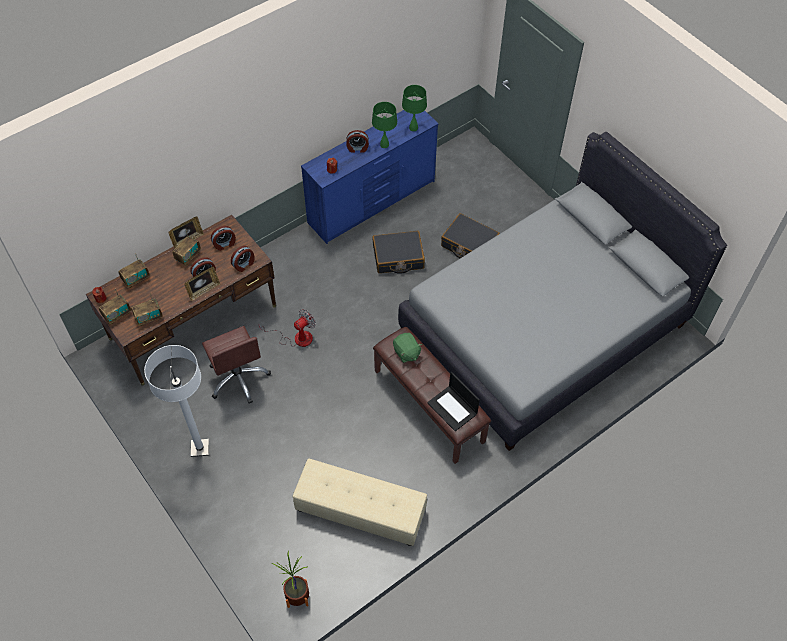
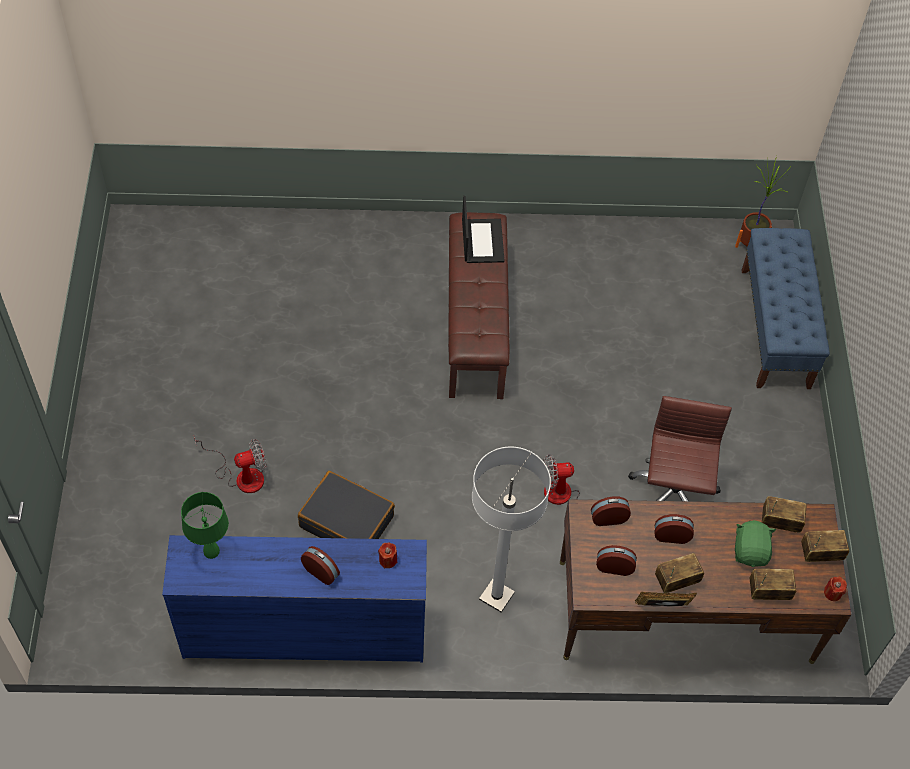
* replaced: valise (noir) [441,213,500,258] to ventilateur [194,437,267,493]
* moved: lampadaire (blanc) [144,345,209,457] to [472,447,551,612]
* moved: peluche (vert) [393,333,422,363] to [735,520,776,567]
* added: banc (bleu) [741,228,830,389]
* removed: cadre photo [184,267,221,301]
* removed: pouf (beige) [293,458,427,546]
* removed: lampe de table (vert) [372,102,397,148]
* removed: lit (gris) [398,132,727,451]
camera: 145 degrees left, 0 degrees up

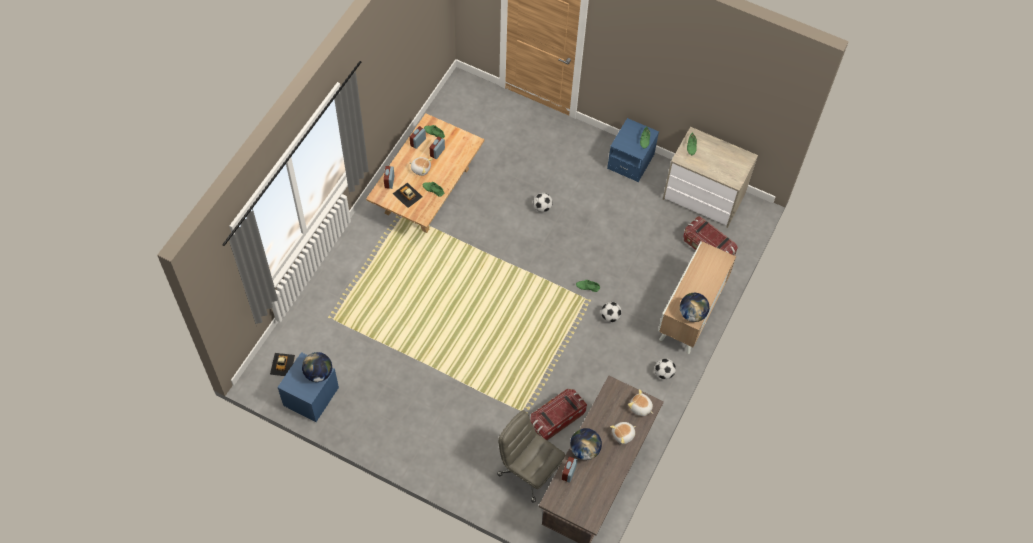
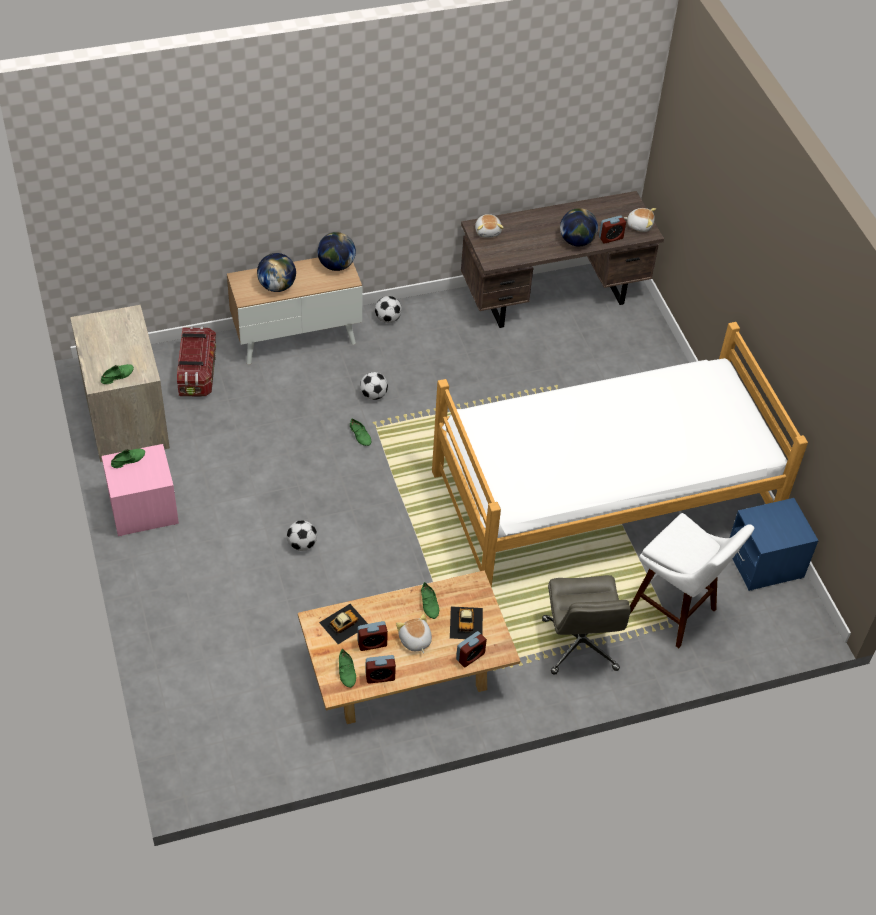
* recoloured: table de chevet (bleu) [607,118,659,182] to table de chevet (rose) [102,444,179,536]
* moved: globe [302,352,332,382] to [257,253,296,292]
* moved: petite voiture [270,353,295,376] to [319,604,368,644]
* added: lit [432,322,808,588]
* moved: chaise de bureau (gris) [497,410,566,503] to [542,575,631,675]
* moved: peluche [610,422,636,444] to [624,208,656,232]
* added: tabouret (blanc) [630,513,754,648]
* removed: boîte de rangement [530,389,587,440]
camera: 135 degrees left, 10 degrees down

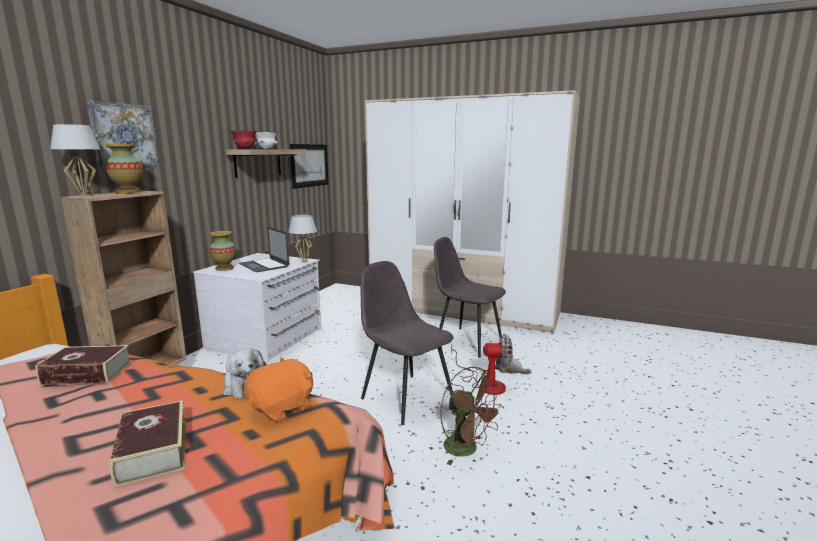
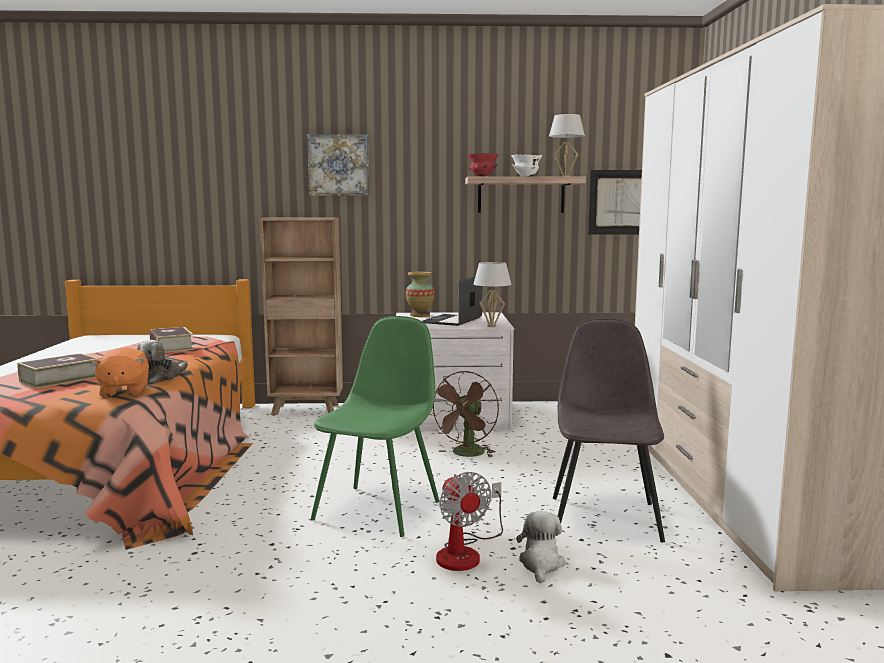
* turned: peluche (orange) [244,357,313,422] = [91,347,149,397] 60 degrees clockwise
* recoloured: chaise (gris) [361,261,453,425] to chaise (vert) [311,316,439,537]
* moved: ventilateur (marron) [440,367,504,465] to [429,371,499,457]
* moved: lampe de table (blanc) [50,124,100,196] to [549,114,585,177]
* removed: vase [105,144,143,193]
camera: 65 degrees right, 5 degrees down

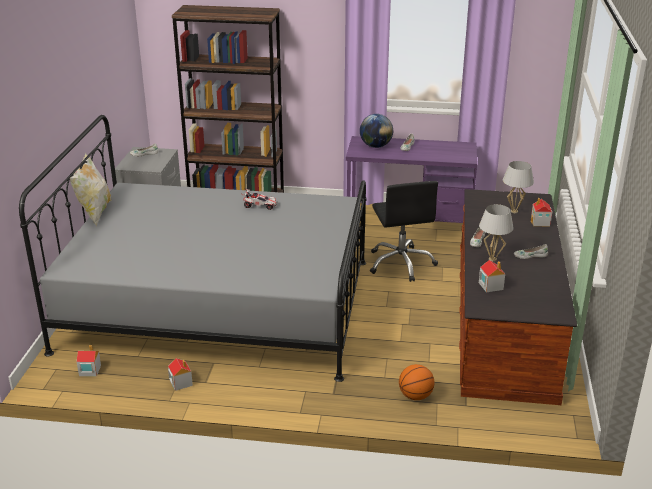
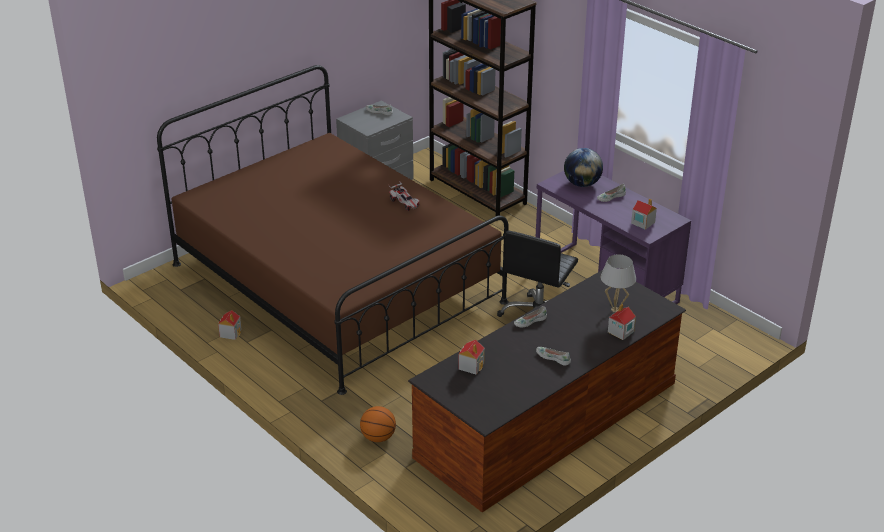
* recoloured: lit (gris) [19,115,367,382] to lit (marron) [157,65,509,395]
* moved: maison miniature [77,345,101,376] to [631,199,657,230]
* removed: coussin [70,153,111,227]
* removed: lampe de table (blanc) [479,204,514,262]
camera: 40 degrees right, 5 degrees up

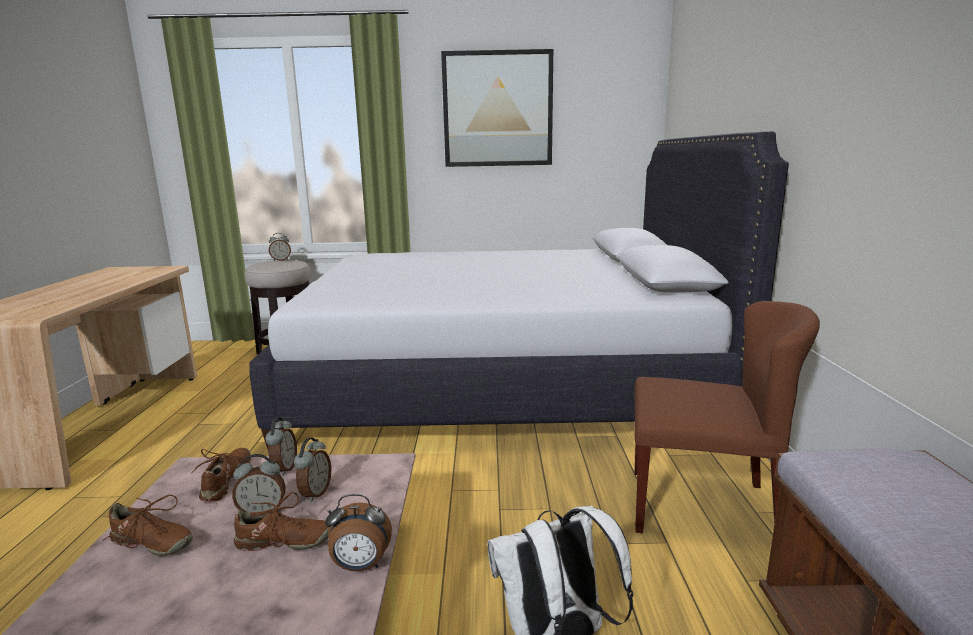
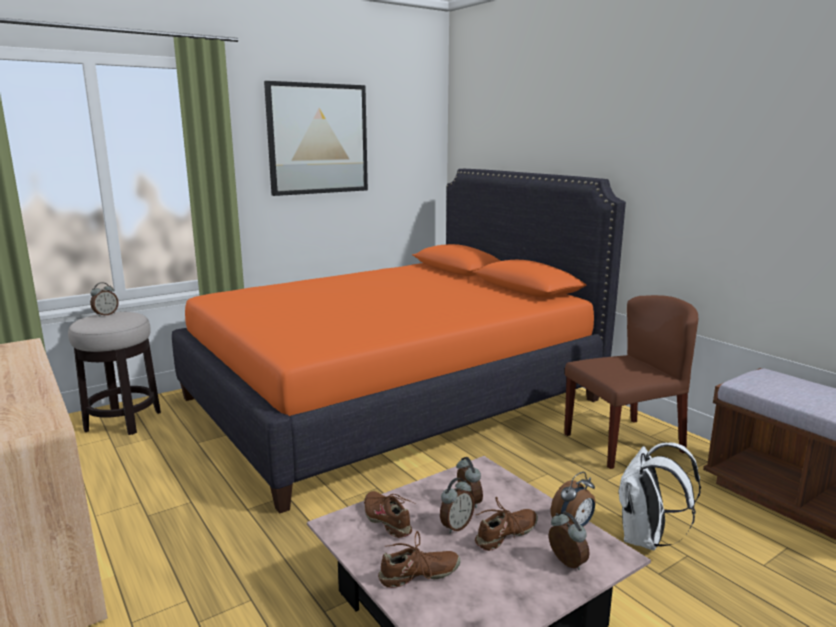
* recoloured: lit (blanc) [249,132,789,449] to lit (orange) [172,169,626,514]
* moved: réveil [265,417,297,476] to [548,512,590,570]
camera: 35 degrees left, 0 degrees up

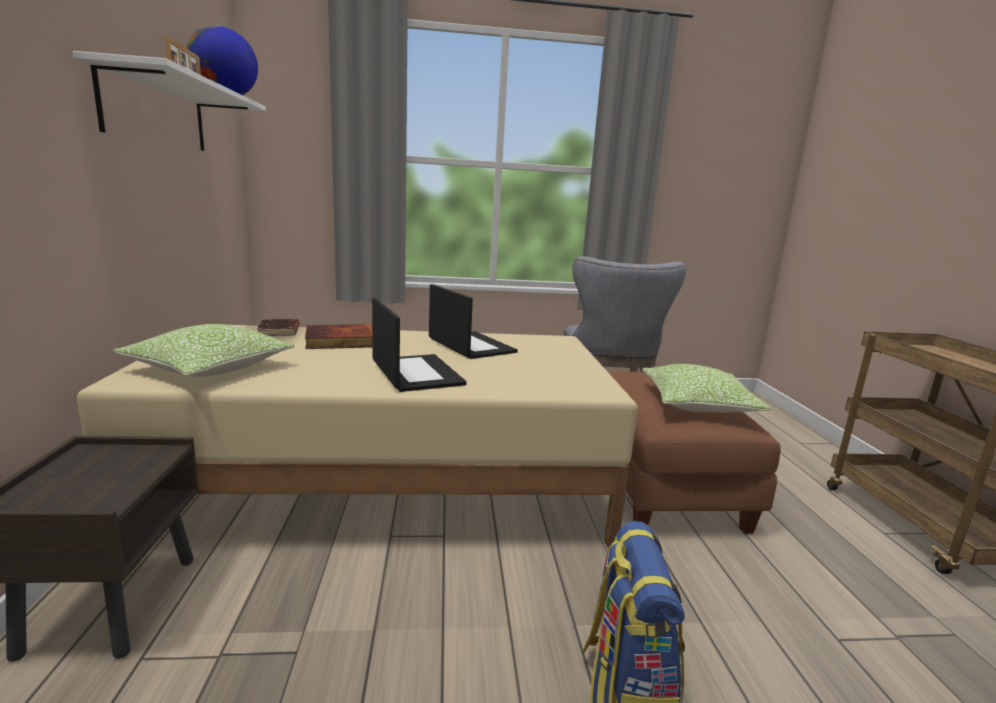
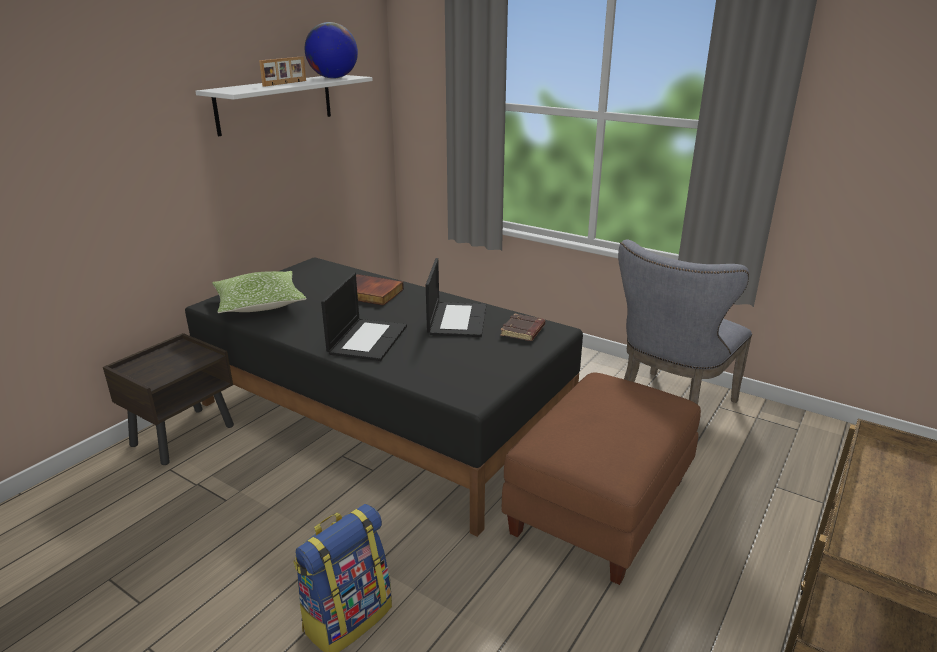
* recoloured: lit (beige) [77,325,638,548] to lit (noir) [185,257,583,537]
* moved: livre (marron) [257,319,299,336] to [500,314,545,341]
* removed: coussin [642,364,772,412]
camera: 40 degrees right, 10 degrees up

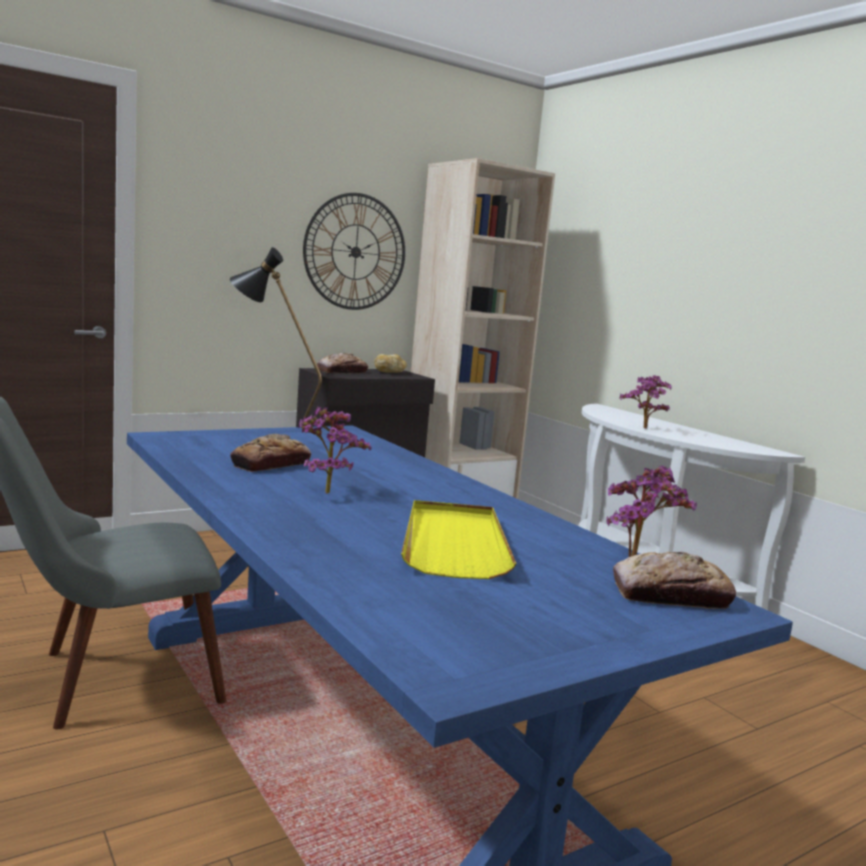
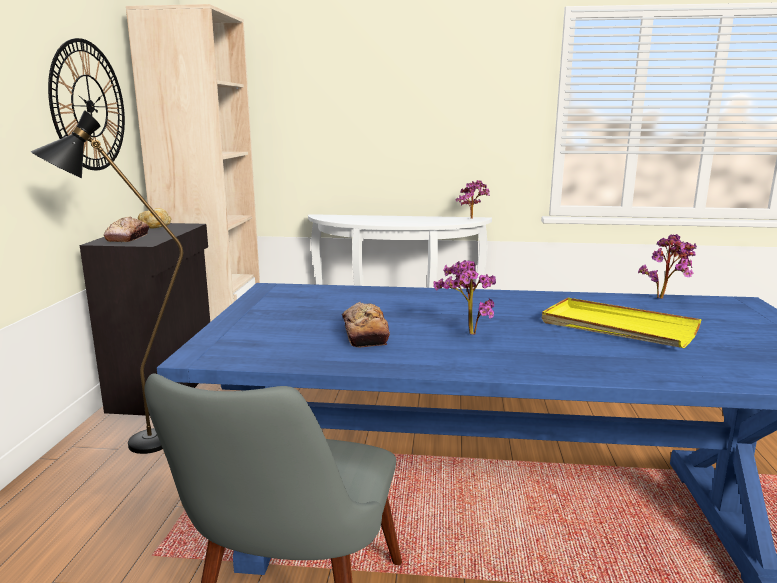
* moved: plante en pot [619,375,672,428] to [456,180,490,219]
* removed: pain [613,552,736,609]
camera: 50 degrees left, 5 degrees up

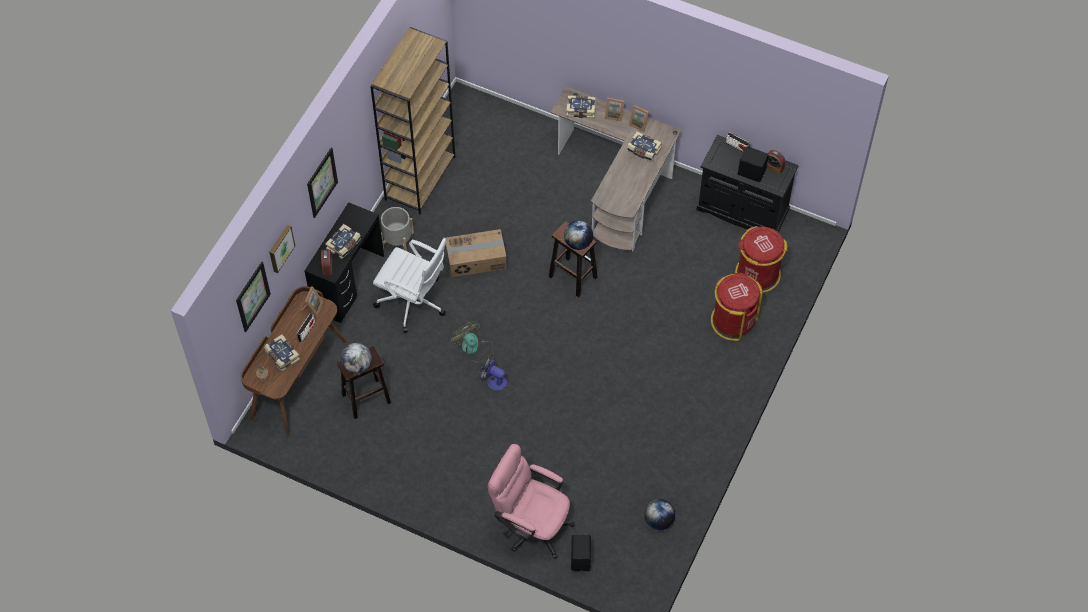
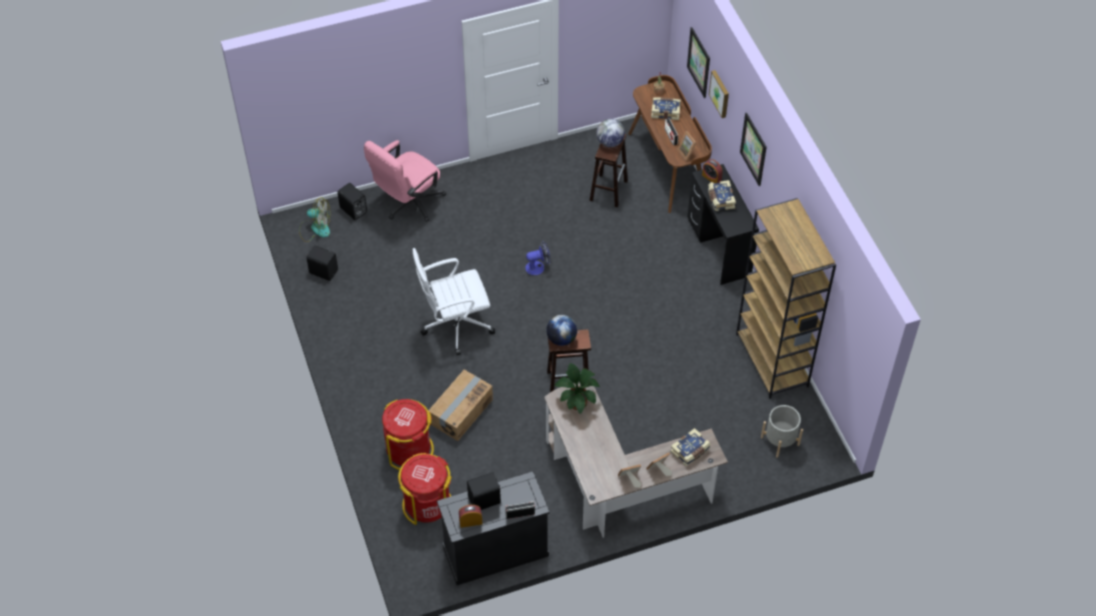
* moved: ventilateur [451,321,493,363] to [299,197,330,242]
* replaced: globe [645,499,675,530] to enceinte (noir) [306,245,338,281]
* turned: chaise de bureau (rose) [488,444,575,559] = [364,140,446,222] 150 degrees clockwise
* moved: chaise de bureau (blanc) [373,238,447,333] to [412,248,495,355]
* moved: carton [446,229,506,277] to [428,370,493,441]
* added: plante en pot [555,363,600,414]
* moved: cache-pot (gris) [381,207,414,251] to [761,405,803,458]
* removed: livre [627,131,662,162]
camera: 135 degrees right, 5 degrees down

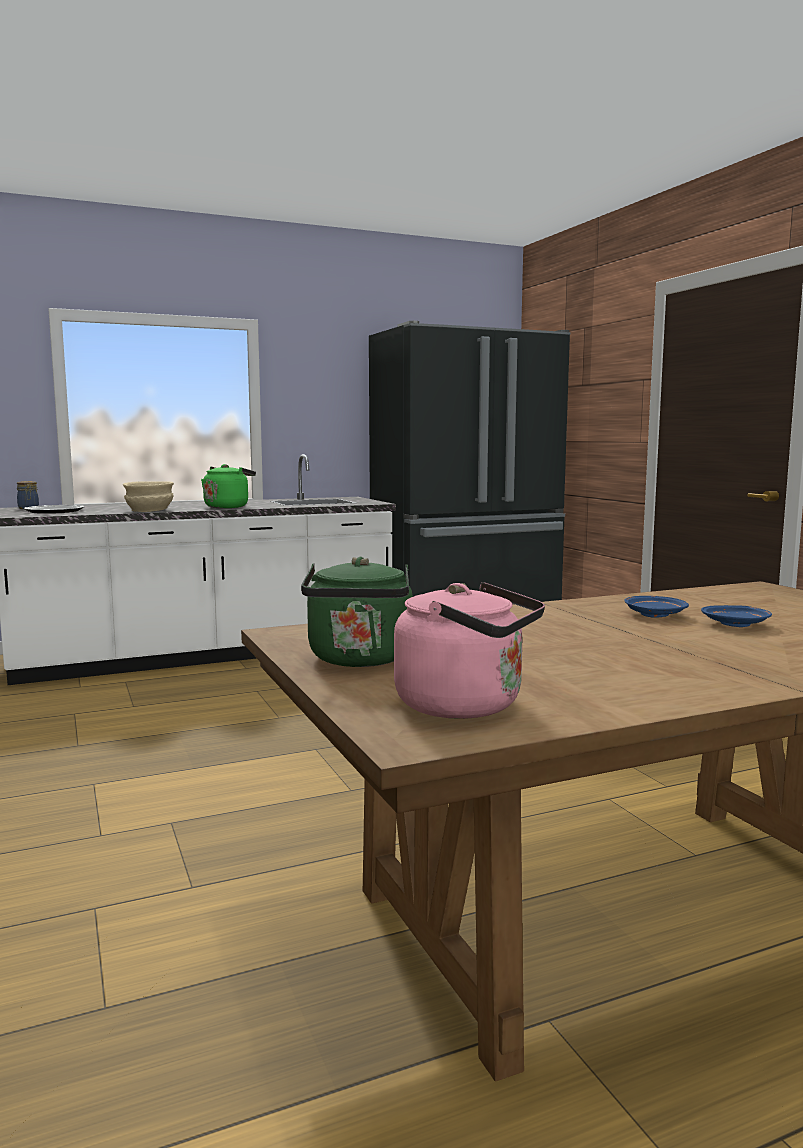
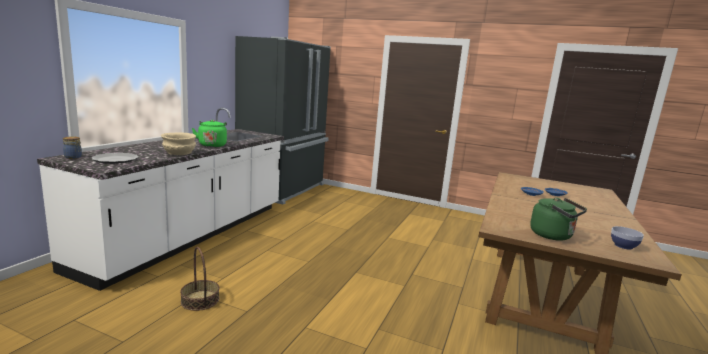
* added: panier [180,247,219,311]
* replaced: bouilloire (rose) [394,582,545,719] to bol [611,226,644,250]
camera: 45 degrees left, 5 degrees up

